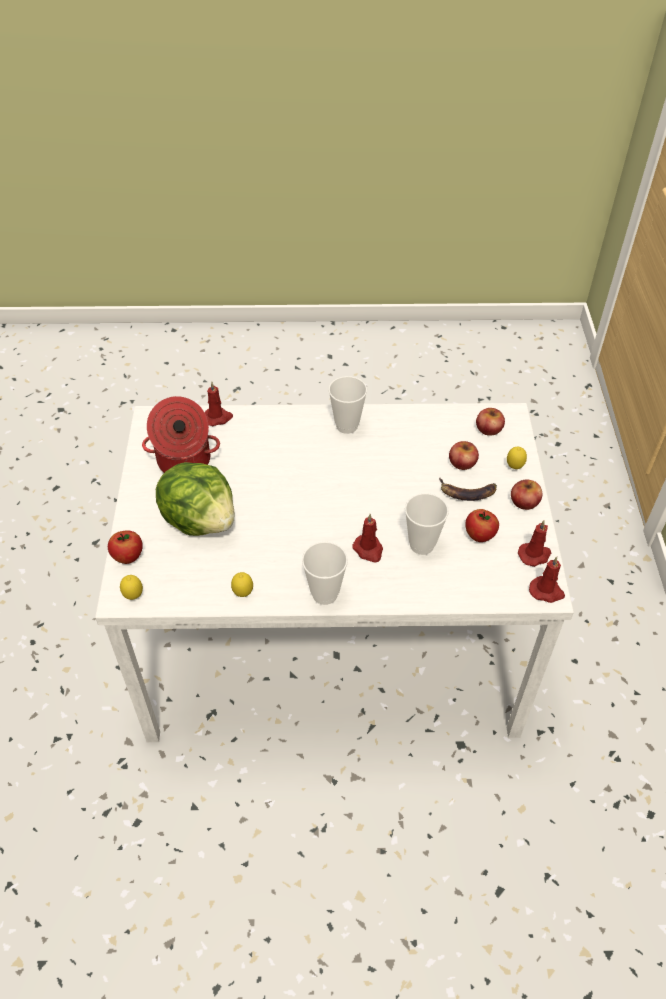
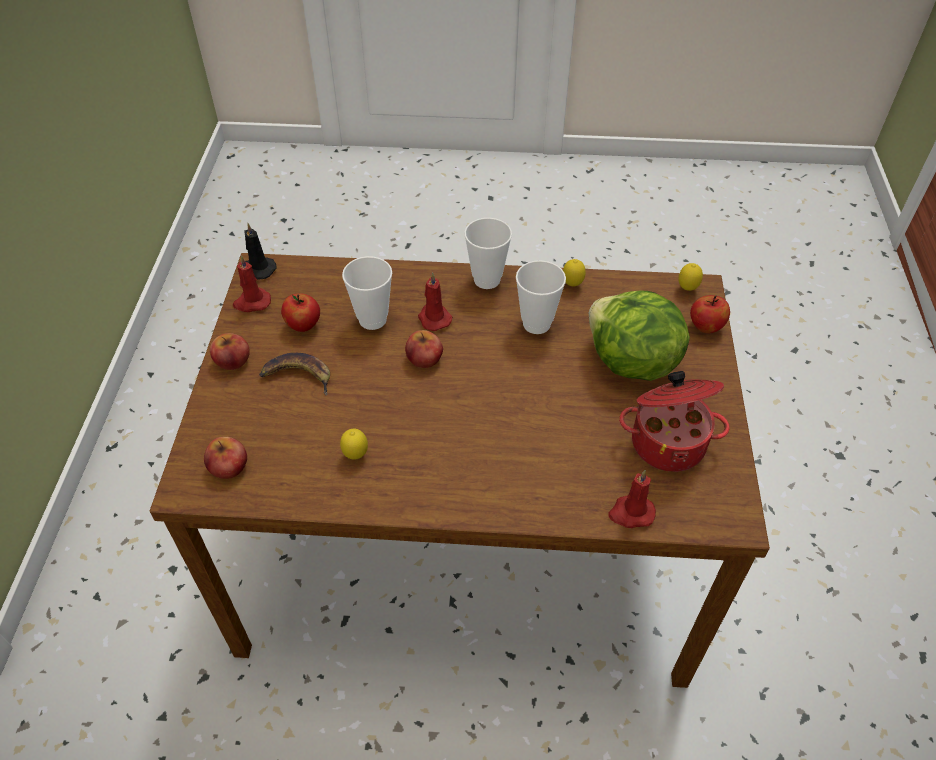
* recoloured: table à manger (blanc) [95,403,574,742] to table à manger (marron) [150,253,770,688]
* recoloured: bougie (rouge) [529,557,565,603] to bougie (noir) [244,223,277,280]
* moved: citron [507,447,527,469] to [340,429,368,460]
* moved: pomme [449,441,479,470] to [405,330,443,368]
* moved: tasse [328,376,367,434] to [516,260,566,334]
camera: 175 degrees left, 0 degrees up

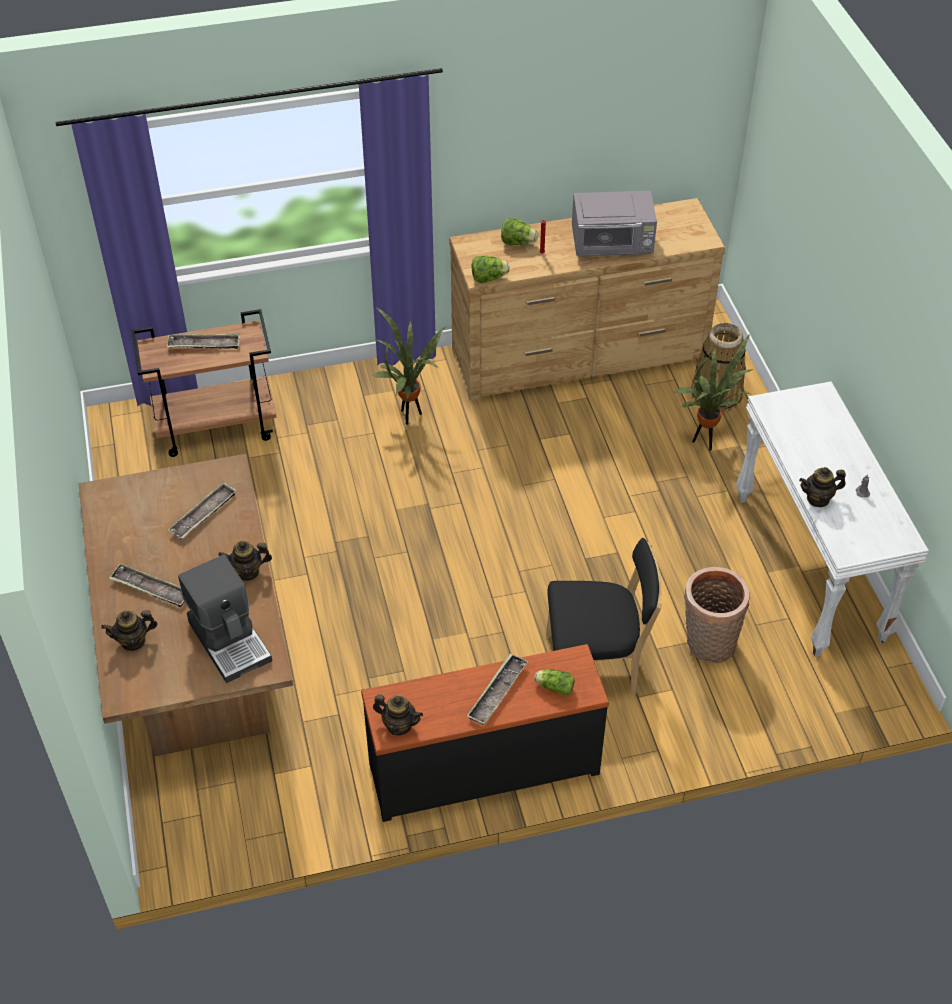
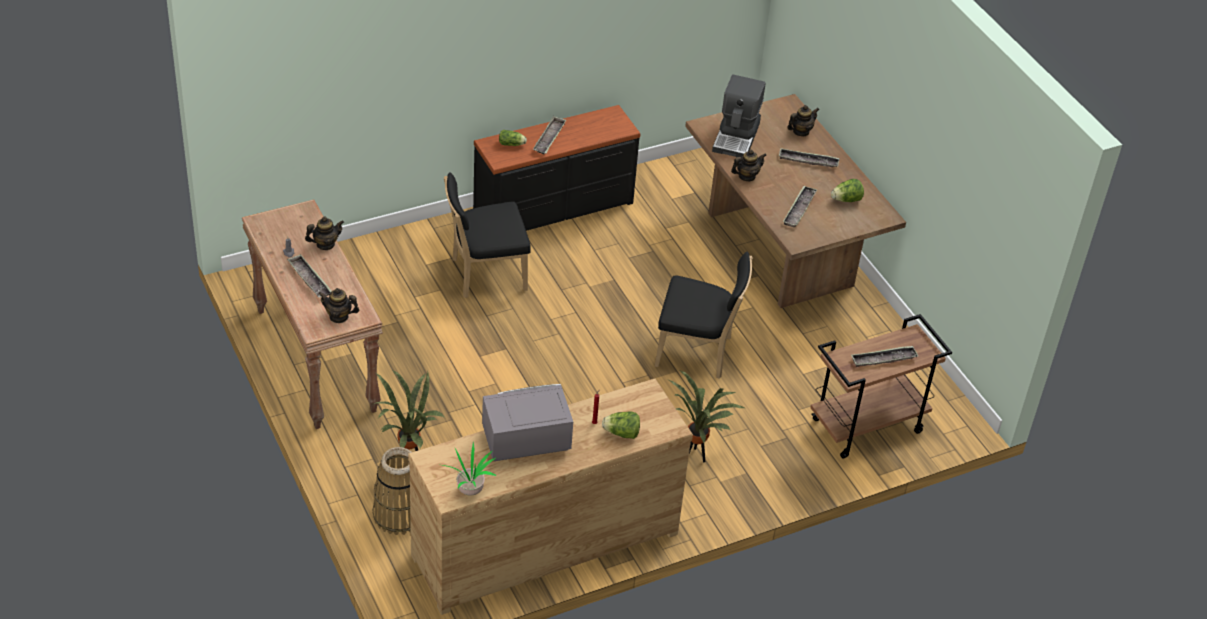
* recoloured: table console (blanc) [736,381,929,657] to table console (marron) [242,199,383,429]
* added: plateau [287,254,332,297]
* moved: théière [373,694,423,735] to [318,288,359,323]
* added: plante en pot [443,442,496,495]
* added: chaise (noir) [655,252,753,379]
* turned: machine à café [178,554,272,683] = [712,74,766,158] 120 degrees counterclockwise
* moved: laitue [472,256,510,283] to [831,179,864,202]
* removed: panier [684,567,749,663]
camera: 165 degrees right, 5 degrees down

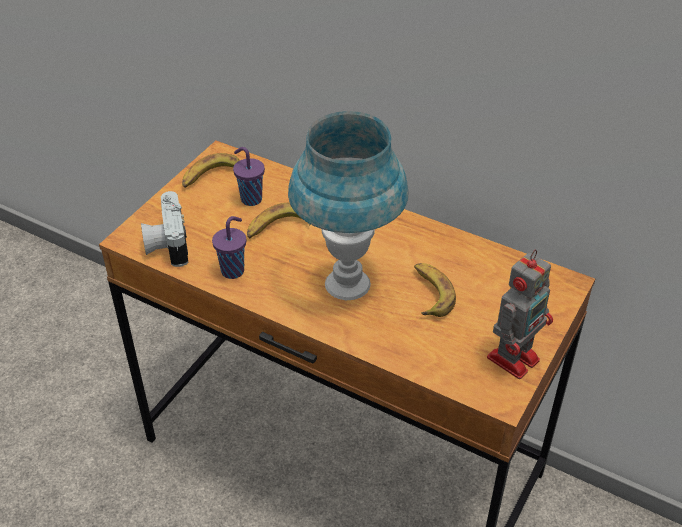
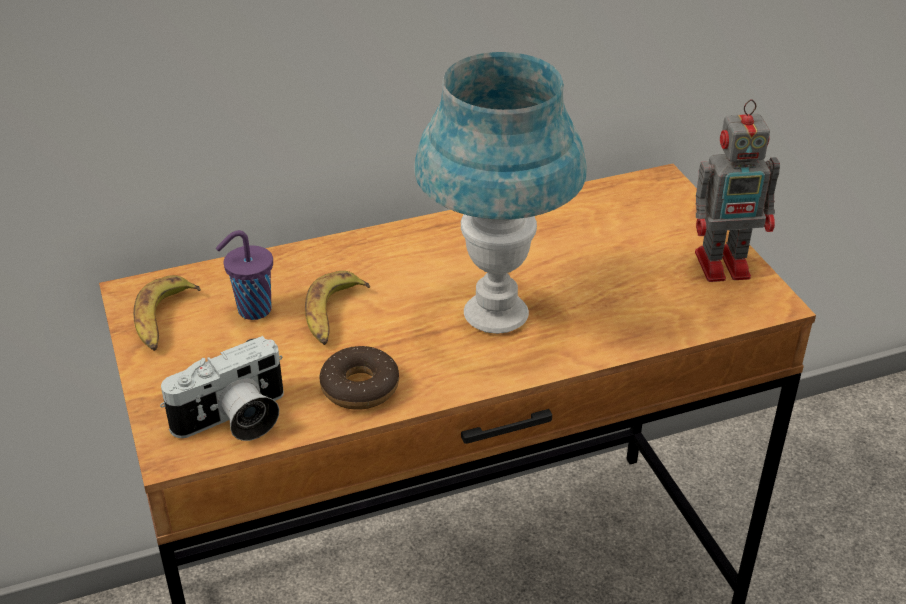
* turned: appareil photo [141,191,188,267] = [160,336,284,441] 60 degrees counterclockwise
* replaced: tasse (violet) [212,216,246,279] to beignet [319,346,399,410]
* turned: robot jouet [487,250,553,379] = [695,99,780,282] 90 degrees clockwise
* removed: banane [414,263,456,317]
camera: 50 degrees left, 5 degrees down

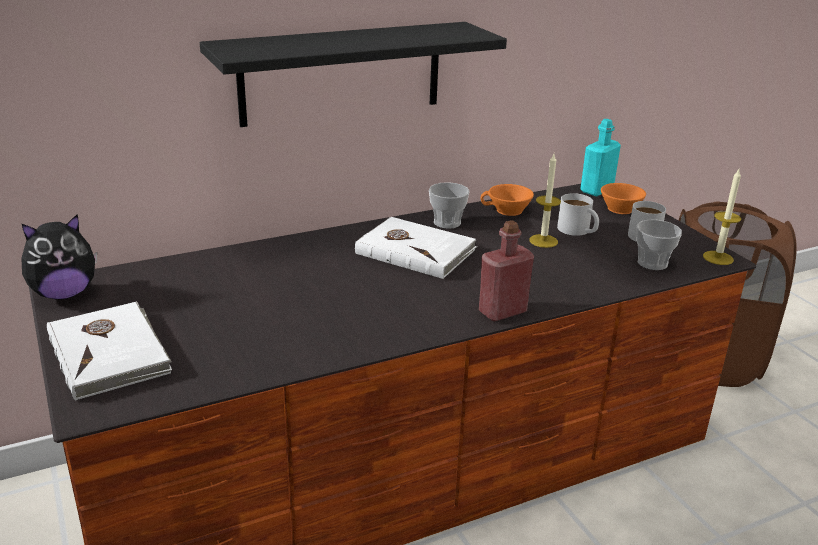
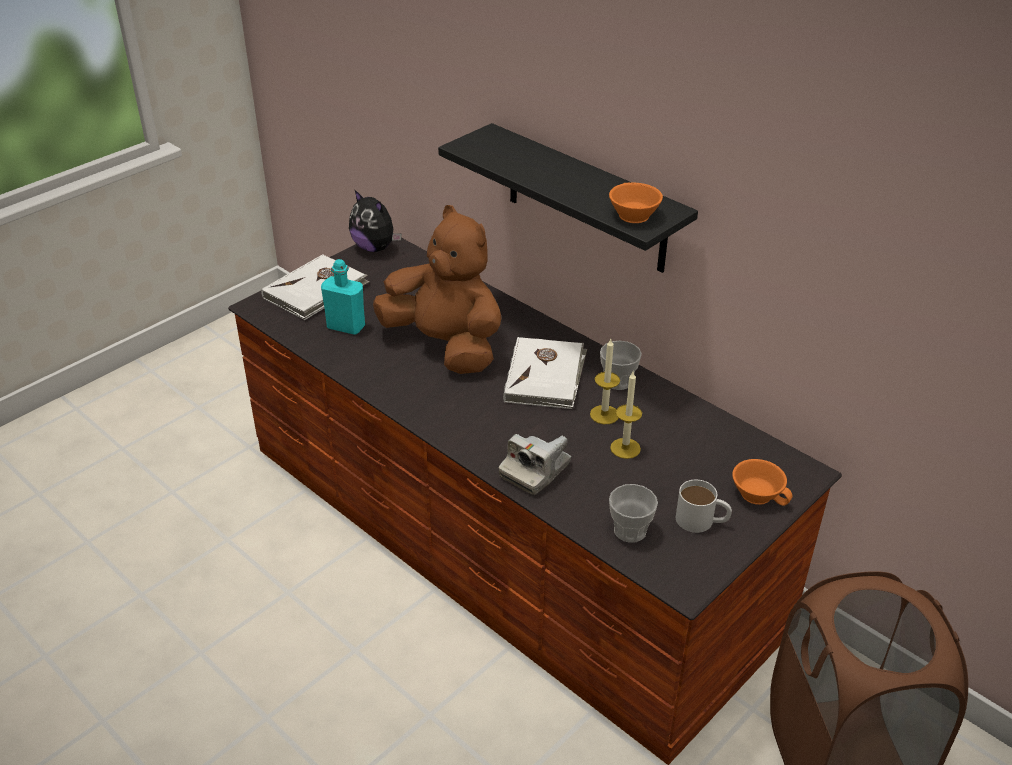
* moved: bouteille (turquoise) [580,119,621,196] to [321,259,365,335]
* added: peluche (marron) [373,205,502,374]
* added: appareil photo [499,434,571,495]
* moved: bougie [703,169,741,265] to [590,339,620,424]
* moved: tasse (orange) [481,184,534,216] to [609,182,663,223]
* removed: bouteille (rouge) [479,221,534,322]
* removed: mug (blanc) [557,193,599,236]
camera: 70 degrees right, 10 degrees up

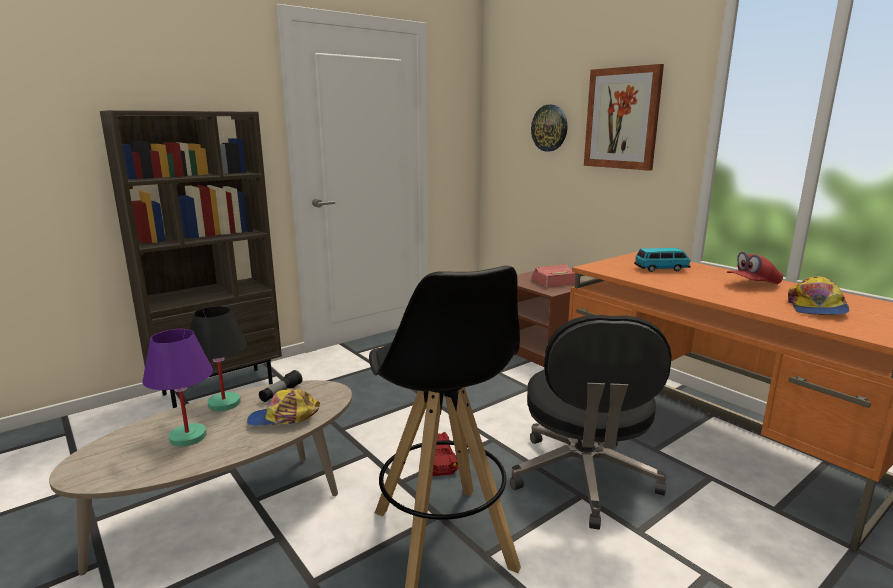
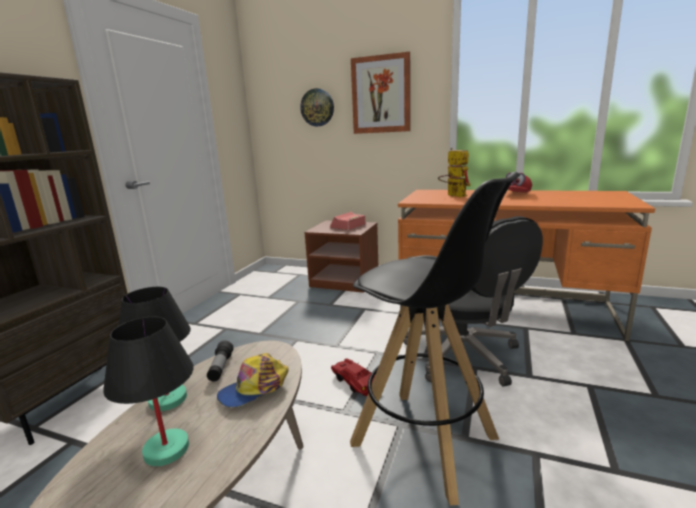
* recoloured: lampe de table (violet) [143,329,213,447] to lampe de table (noir) [103,317,194,466]
* replaced: petite voiture [634,248,691,272] to robot jouet [438,148,471,197]
* removed: casquette [788,276,849,315]
camera: 30 degrees left, 0 degrees up

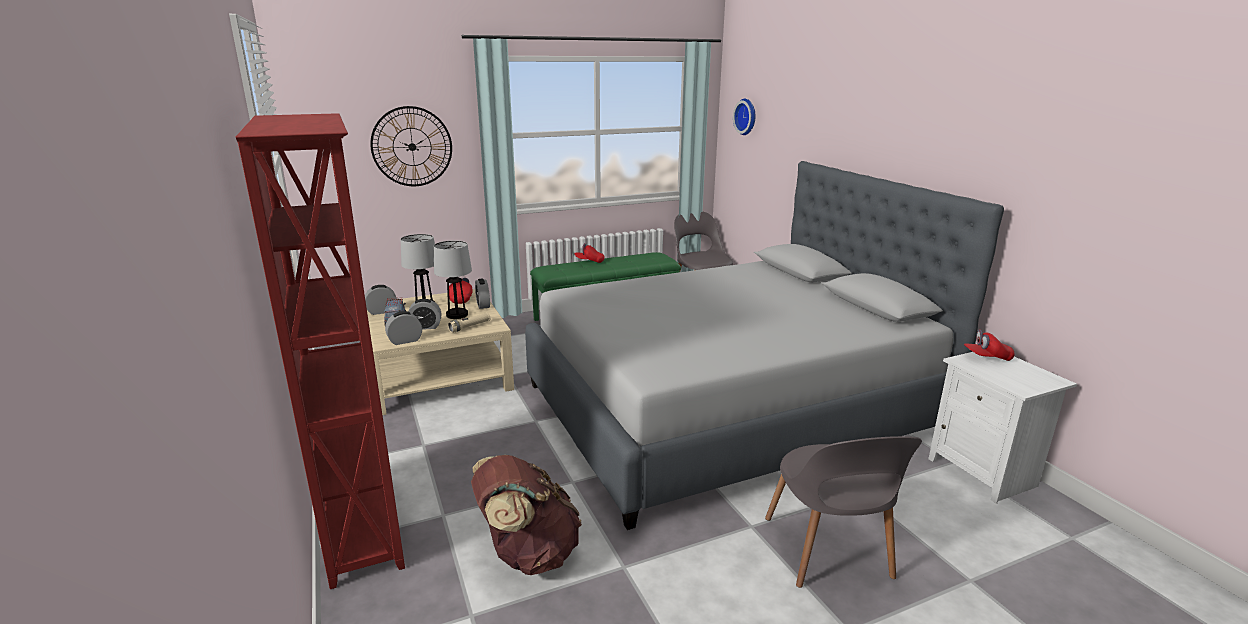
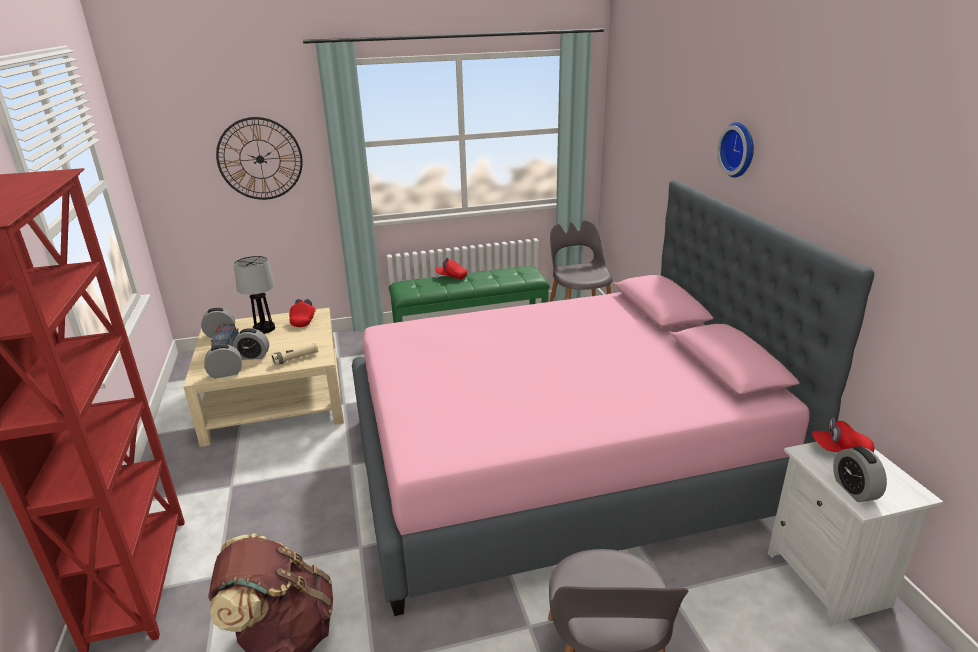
* recoloured: lit (gris) [525,161,1004,530] to lit (rose) [352,180,874,616]
* moved: horloge murale [733,99,756,135] to [717,122,754,178]
* moved: réveil [475,278,490,309] to [833,446,887,502]
* removed: lampe de table [434,240,472,319]
camera: 10 degrees right, 5 degrees up

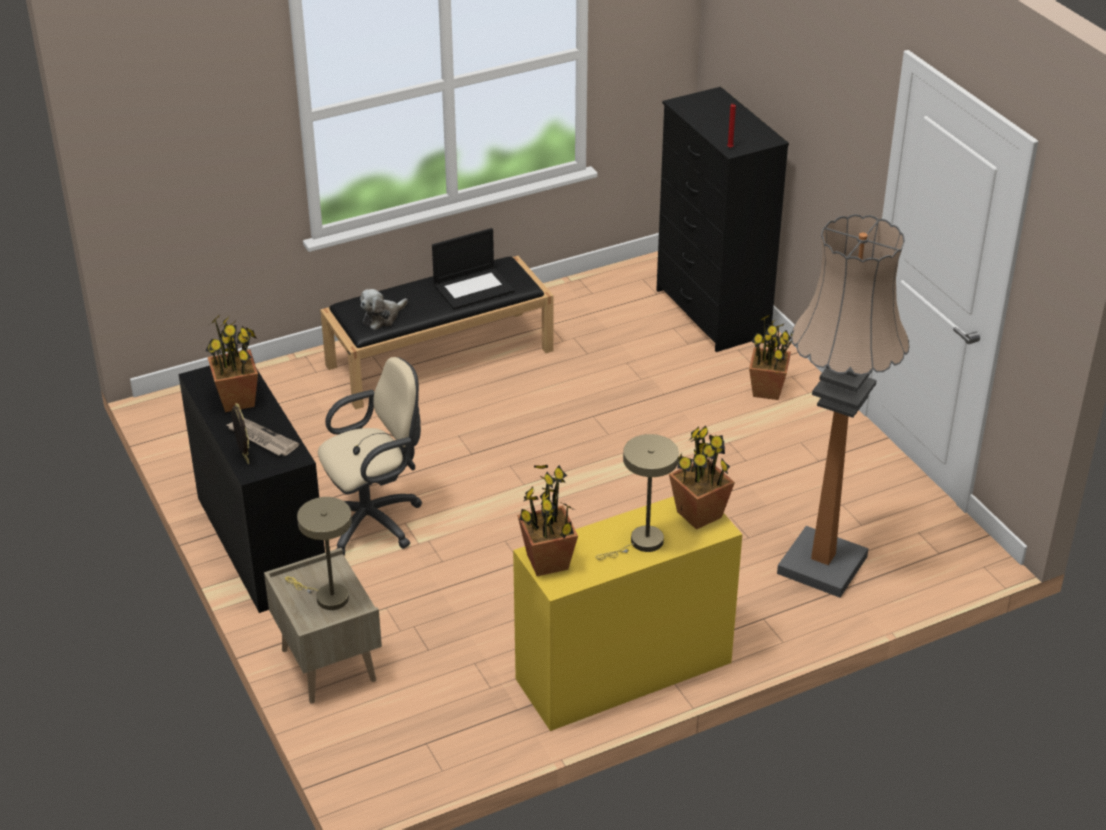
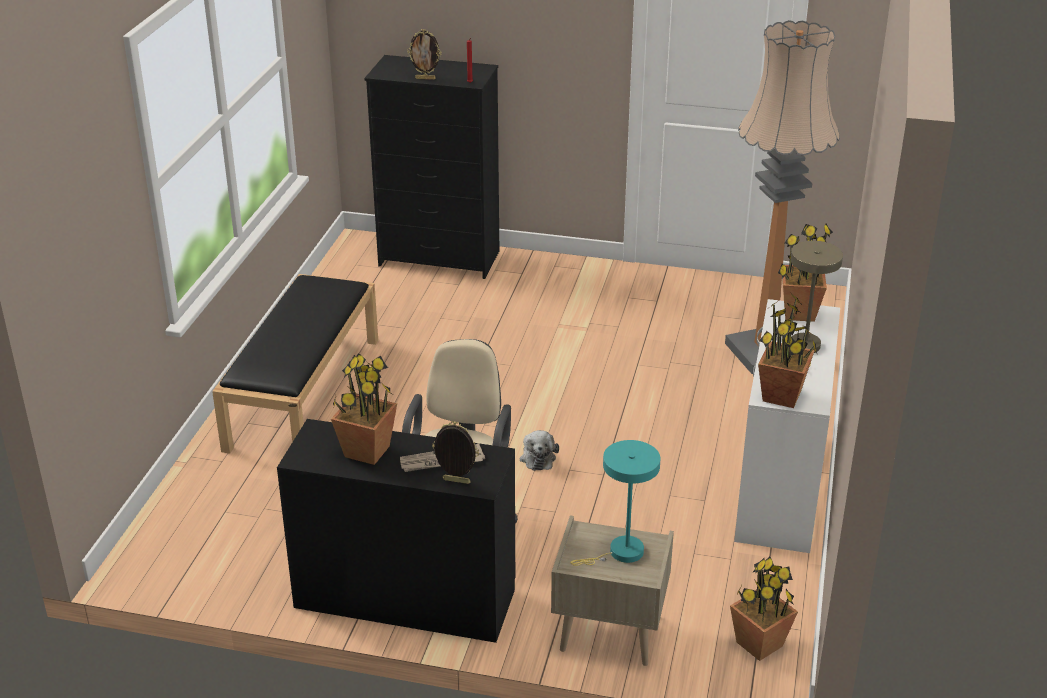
* added: cadre photo [407,29,441,80]
* moved: peluche [360,289,408,330] to [520,430,559,471]
* recoloured: lampe de table (beige) [285,497,352,610] to lampe de table (turquoise) [570,440,661,566]
* moved: plante en pot [749,315,792,400] to [730,556,798,661]
* recoloured: bureau (jaune) [513,496,742,731] to bureau (blanc) [734,299,840,553]
* removed: ordinateur portable [432,228,515,310]
camera: 50 degrees left, 5 degrees down

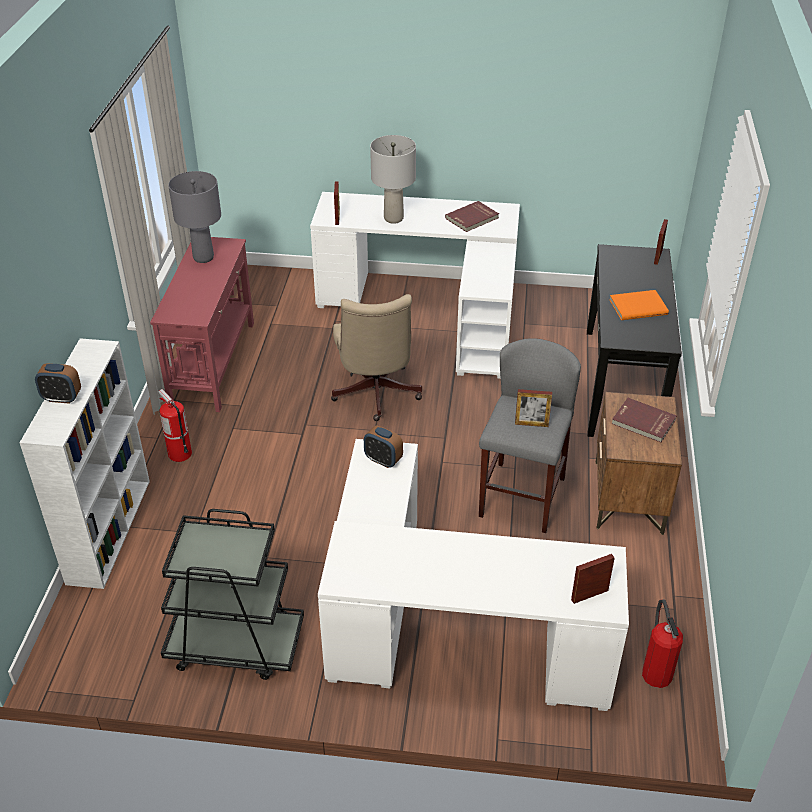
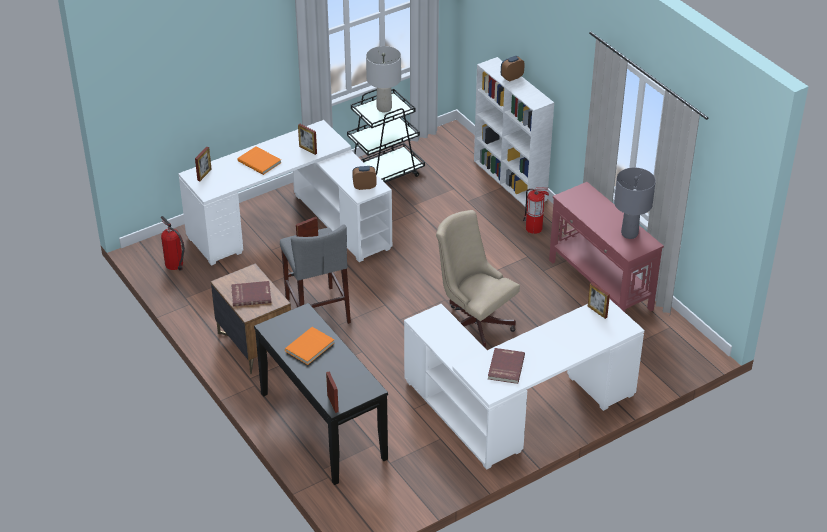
* added: livre (orange) [237,146,281,175]
* added: cadre photo [298,124,317,155]
* moved: lampe de table (gris) [370,135,416,224] to [366,46,401,112]
camera: 140 degrees right, 0 degrees up

